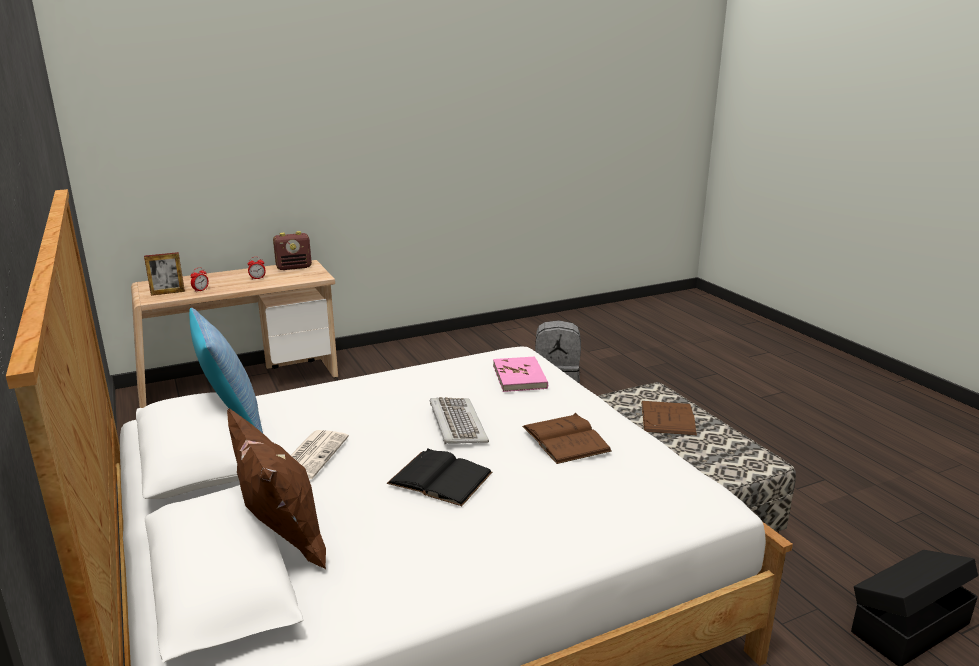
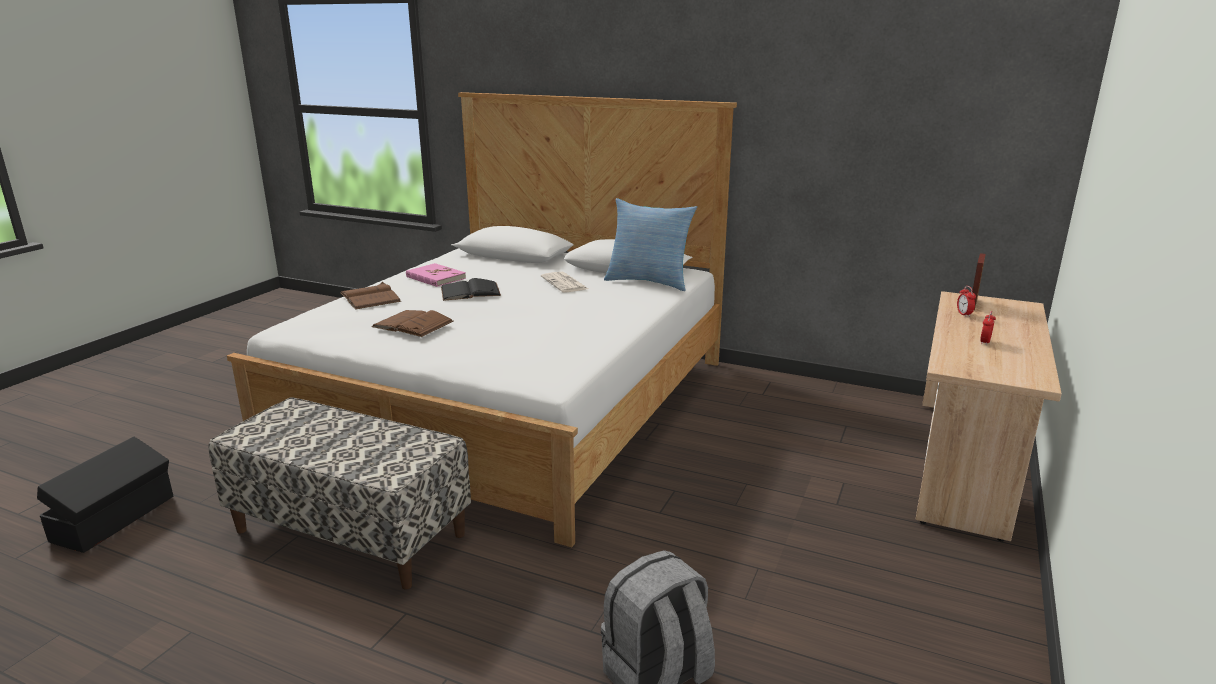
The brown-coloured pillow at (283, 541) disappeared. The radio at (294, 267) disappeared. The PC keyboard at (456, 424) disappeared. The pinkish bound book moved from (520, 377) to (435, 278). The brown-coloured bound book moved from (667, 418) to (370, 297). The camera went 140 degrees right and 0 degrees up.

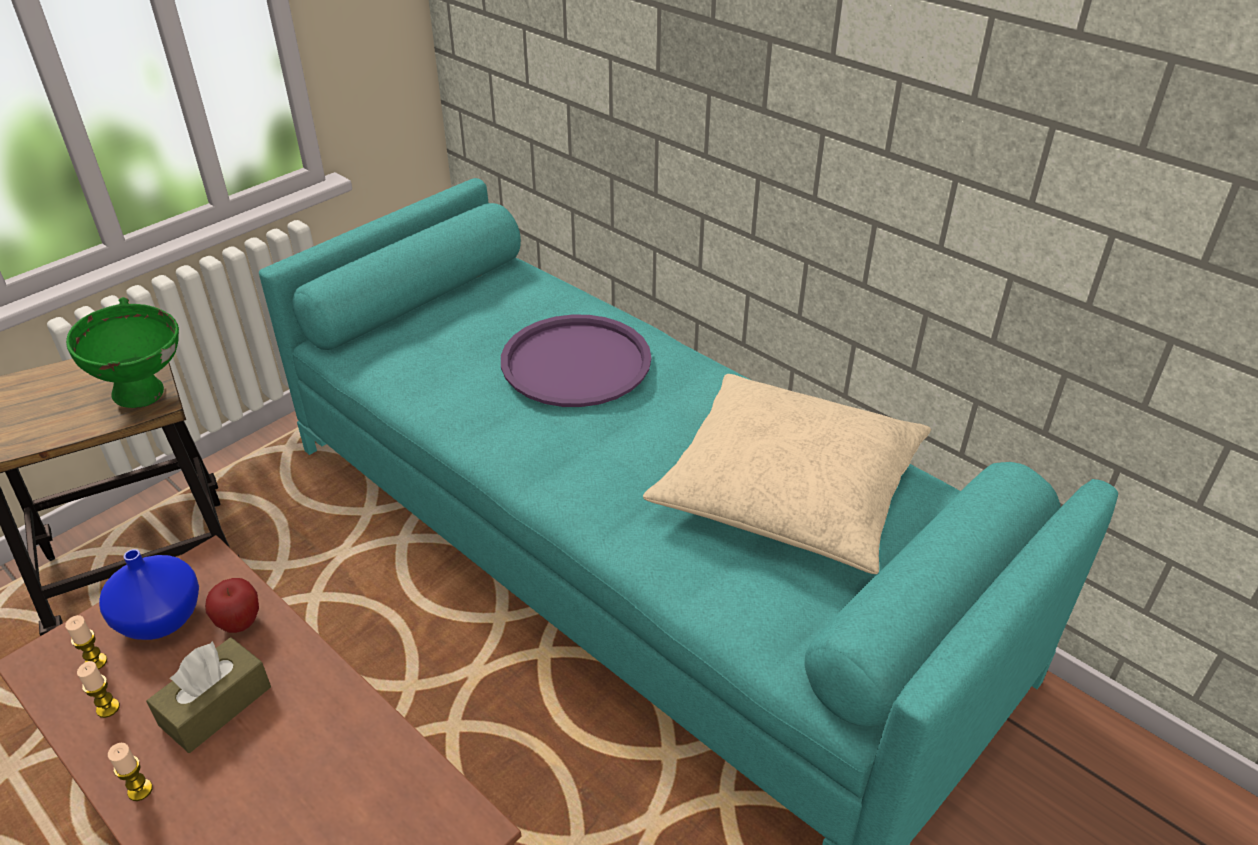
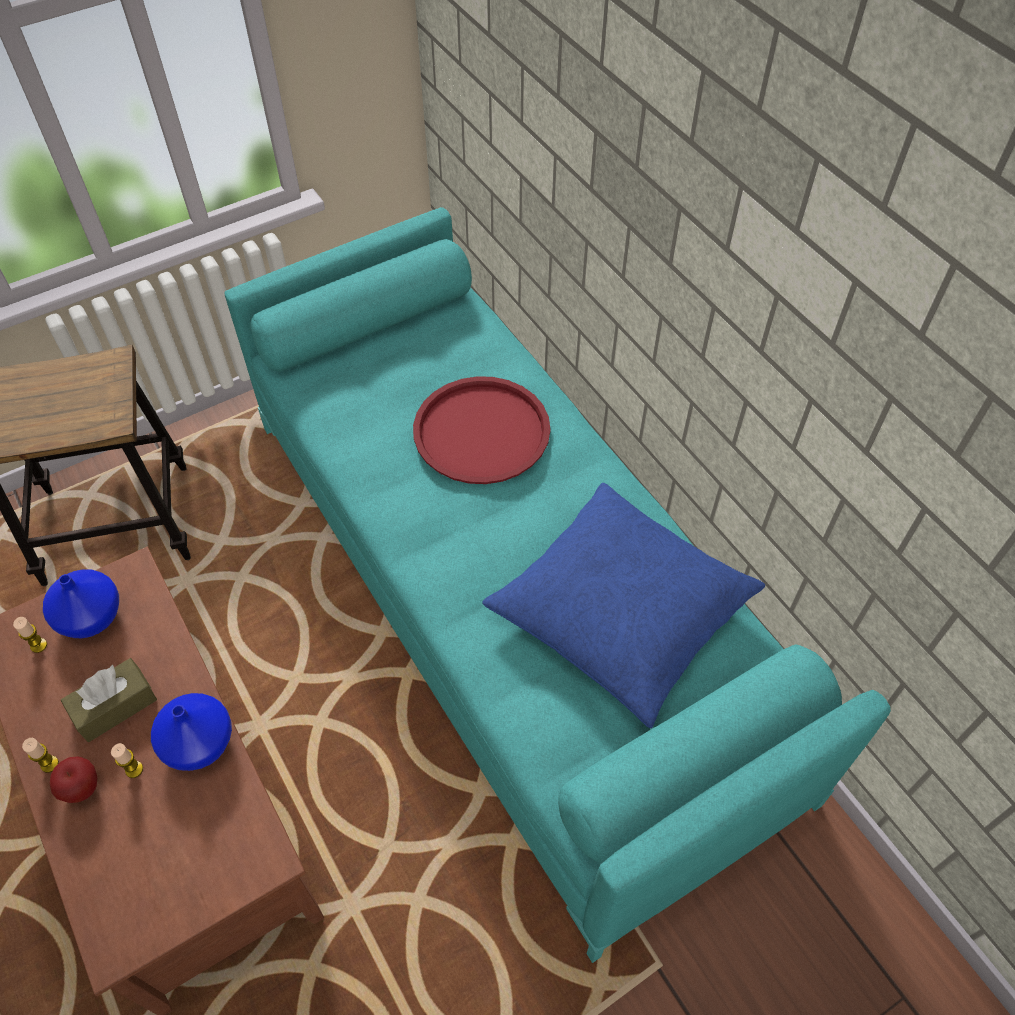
The greenish deep dish at (146, 394) disappeared. The candle moved from (108, 708) to (134, 769). The apple fruit moved from (240, 623) to (83, 789). The purple serving tray at (575, 362) became the red serving tray at (481, 431). The beige pillow at (788, 489) became the blue pillow at (621, 610). The blue decorative vase at (198, 745) appeared. The camera went 15 degrees right and 15 degrees up.

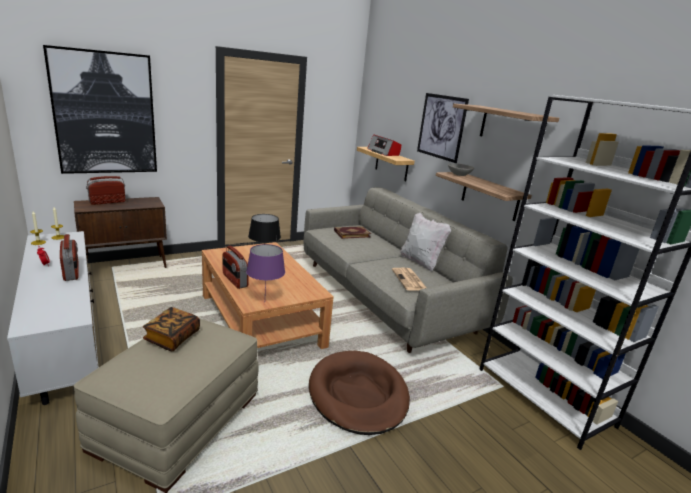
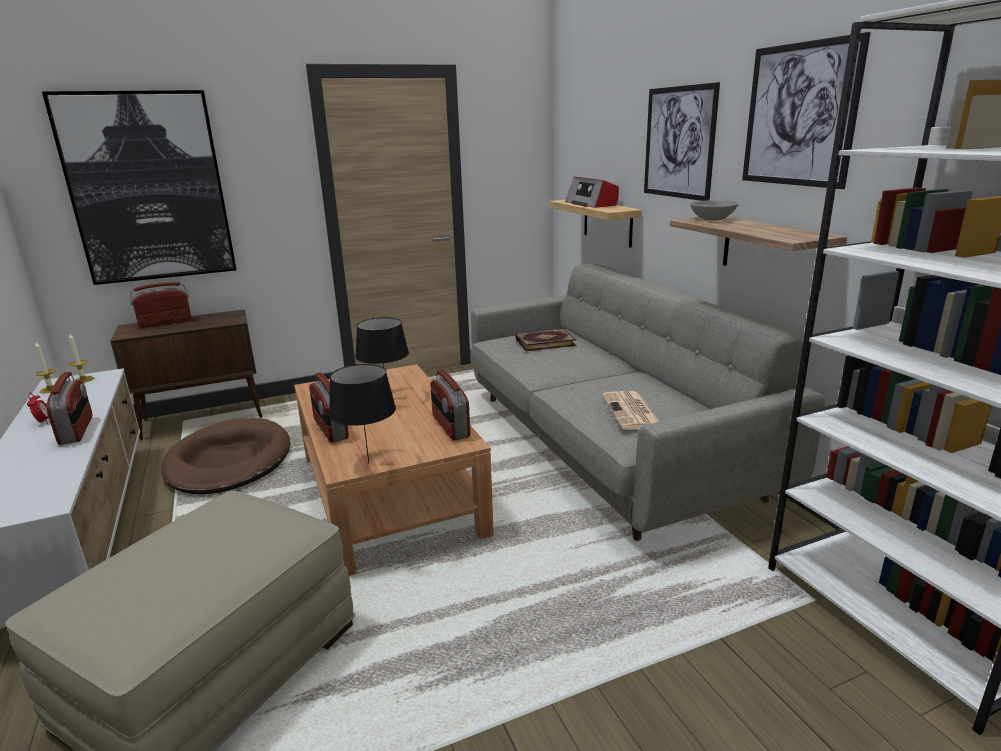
The bound book at (172, 338) disappeared. The purple table lamp at (264, 302) became the blackish table lamp at (368, 463). The brown-coloured pet bed moved from (358, 395) to (229, 461). The white pillow at (420, 262) disappeared. The wall shelf at (511, 126) was replaced by the picture at (799, 115). The radio at (450, 427) appeared. The camera went 10 degrees right and 0 degrees up.

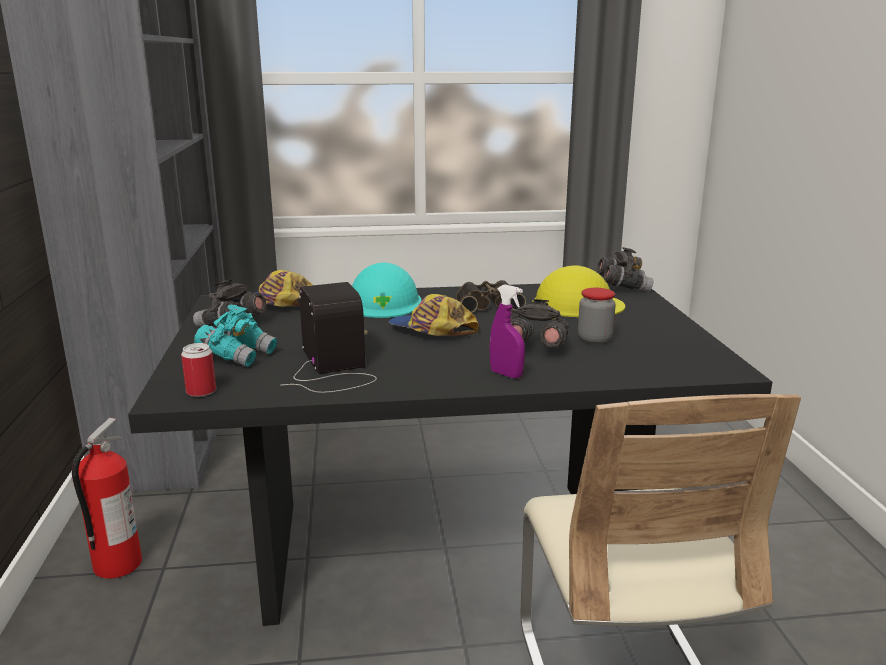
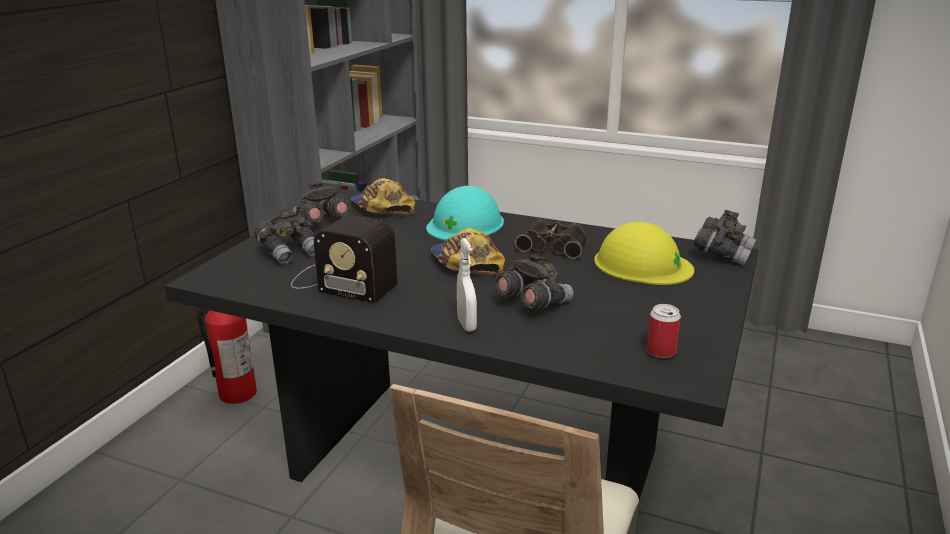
The can moved from (201, 391) to (661, 351). The blue-green binoculars at (238, 356) became the greyish binoculars at (290, 252). The radio at (333, 368) turned 105 degrees clockwise. The purple sprayer at (506, 374) became the white sprayer at (466, 325). The jar at (594, 339) disappeared. The camera went 30 degrees right and 5 degrees up.

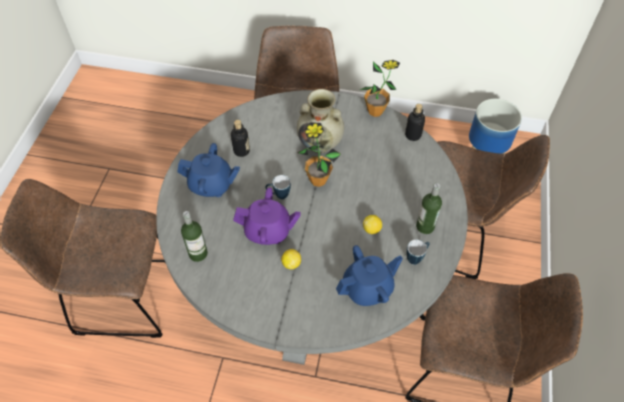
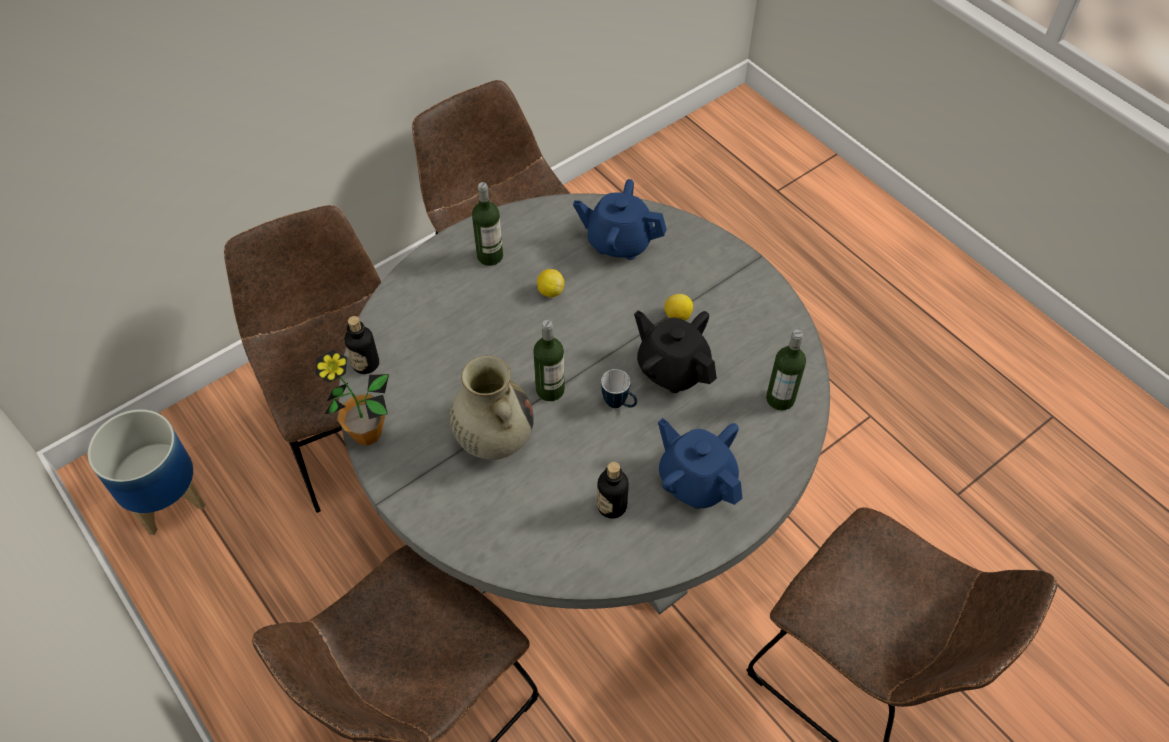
The purple teapot at (268, 231) became the blackish teapot at (672, 369). The houseplant at (318, 180) was replaced by the drink bottle at (550, 390). The coffee mug at (416, 258) disappeared. The camera went 140 degrees left and 0 degrees up.

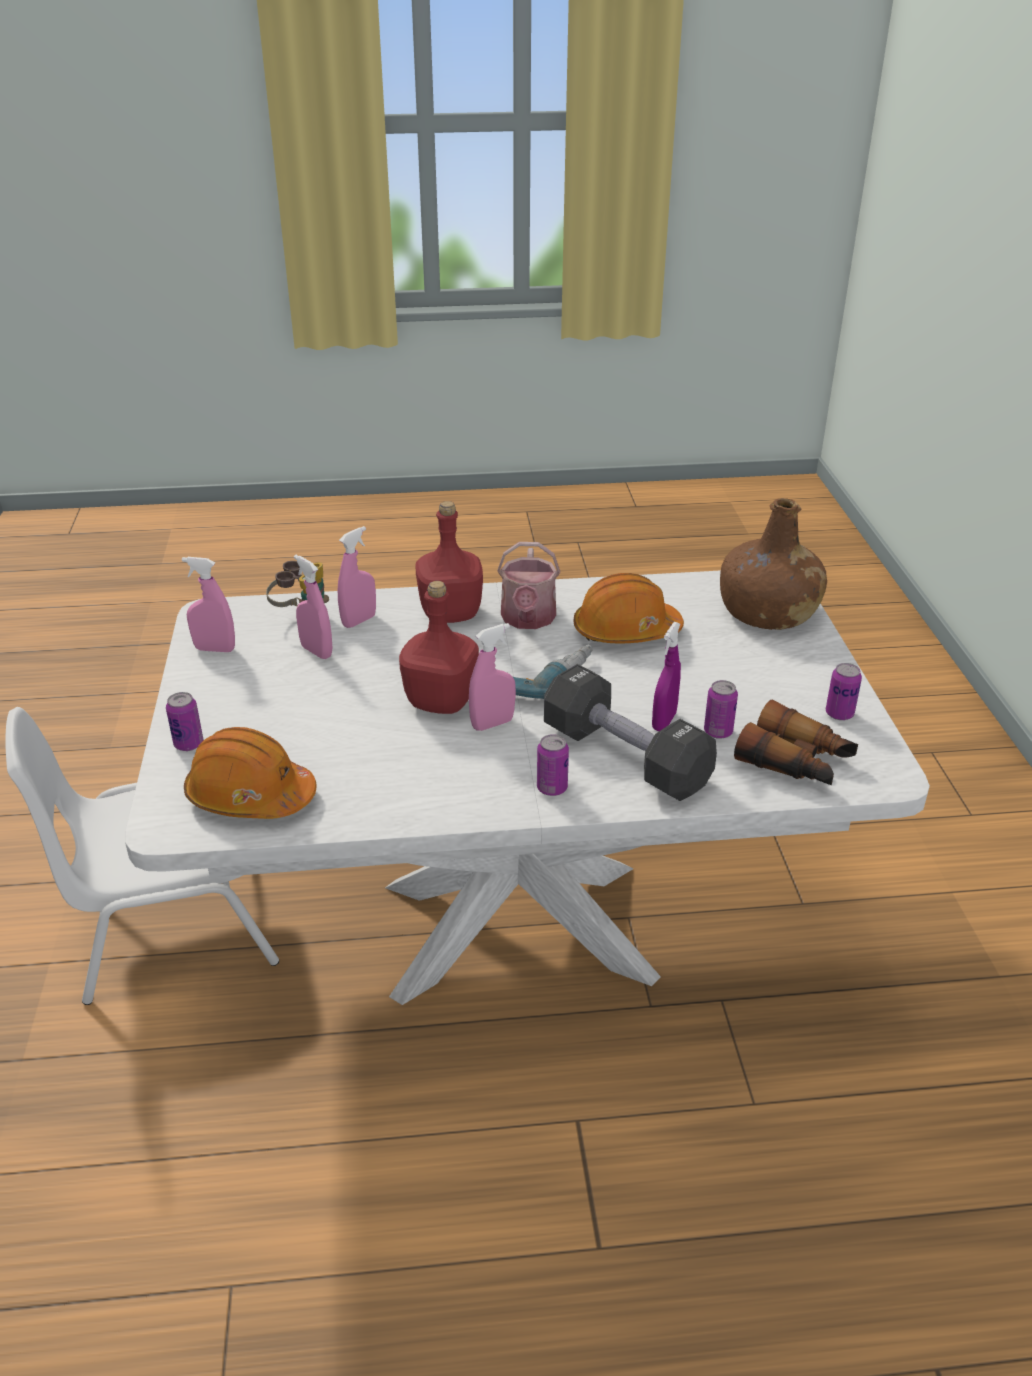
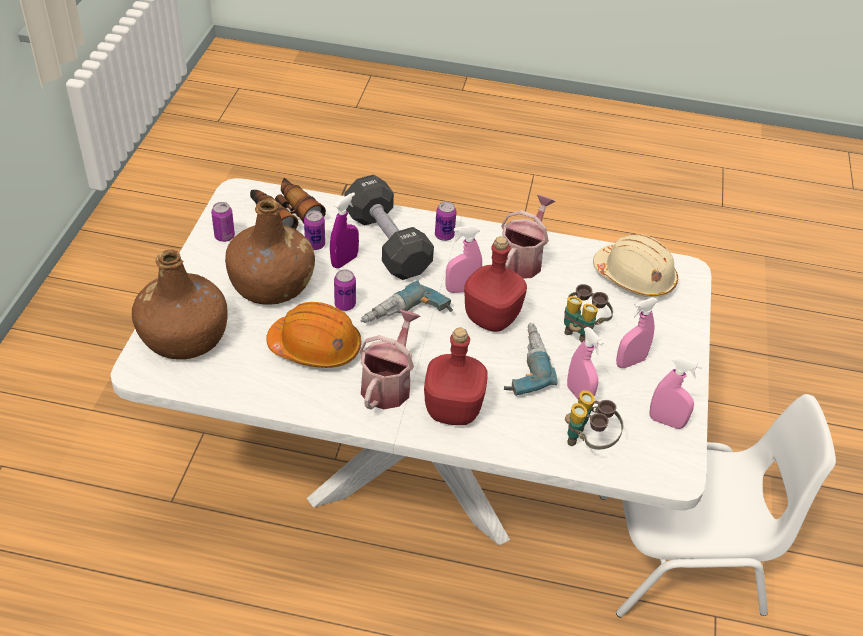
The can moved from (189, 744) to (345, 305). The orange-coloured work helmet at (250, 796) became the beige work helmet at (634, 278). The pinkish sprayer moved from (359, 621) to (630, 362). The brown-coloured drink bottle at (272, 284) appeared. The sprinkling can at (523, 259) appeared. The electric drill at (521, 365) appeared. The binoculars at (581, 330) appeared. The camera went 165 degrees left and 10 degrees up.

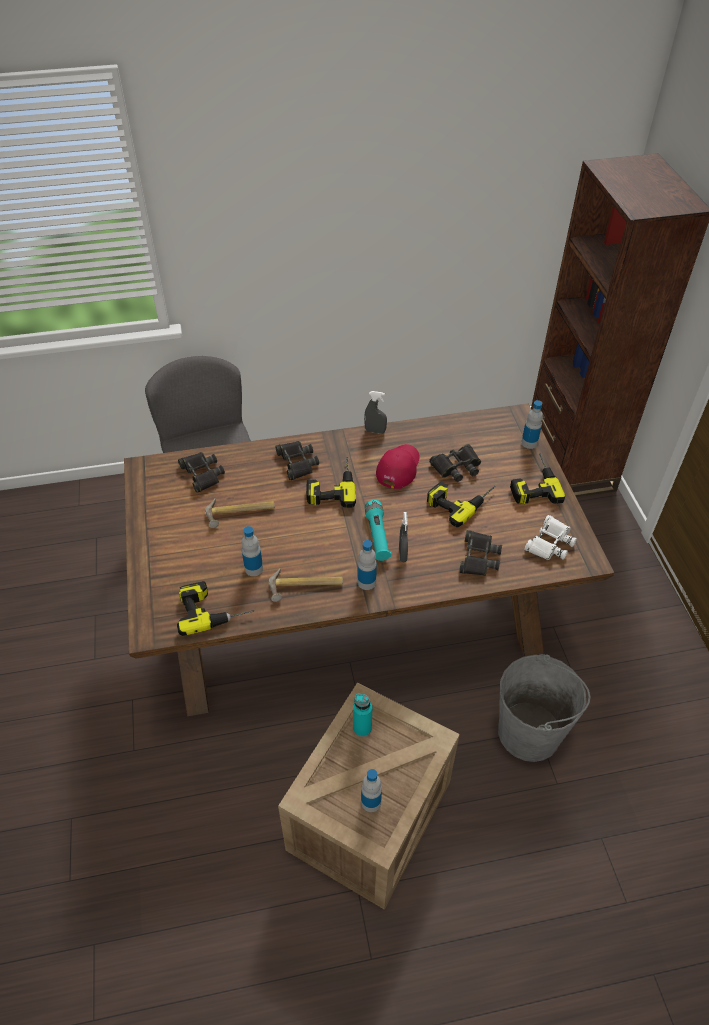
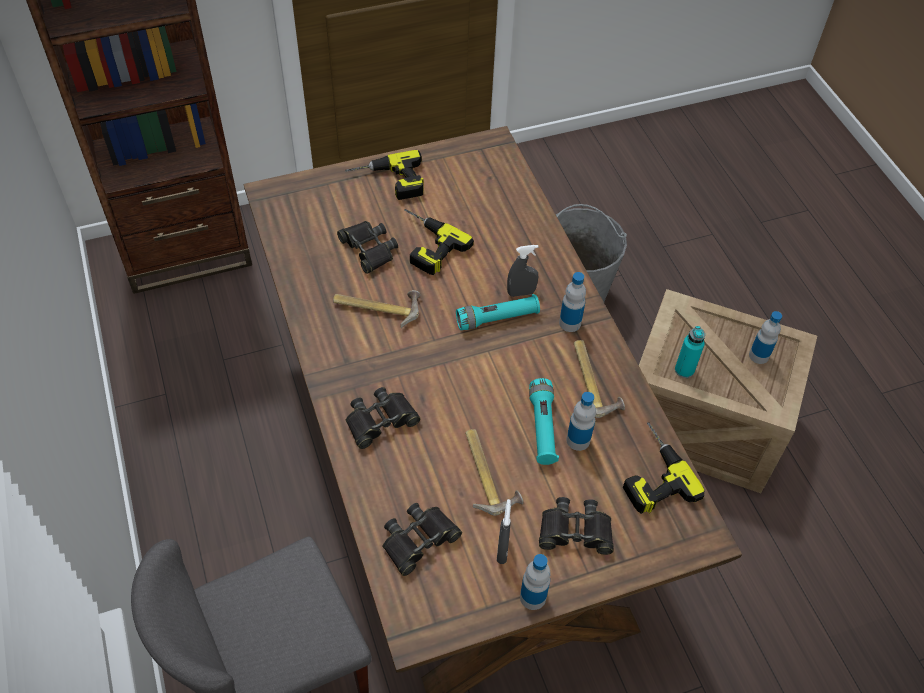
The electric drill at (331, 485) disappeared. The greyish sprayer moved from (375, 431) to (502, 550). The red baseball cap at (398, 468) was replaced by the hammer at (377, 306). The blackish binoculars moved from (478, 557) to (575, 531). The drink bottle moved from (529, 443) to (533, 597). The white binoculars at (549, 543) disappeared. The blue-green torch at (542, 427) appeared. The camera went 100 degrees left and 5 degrees up.

